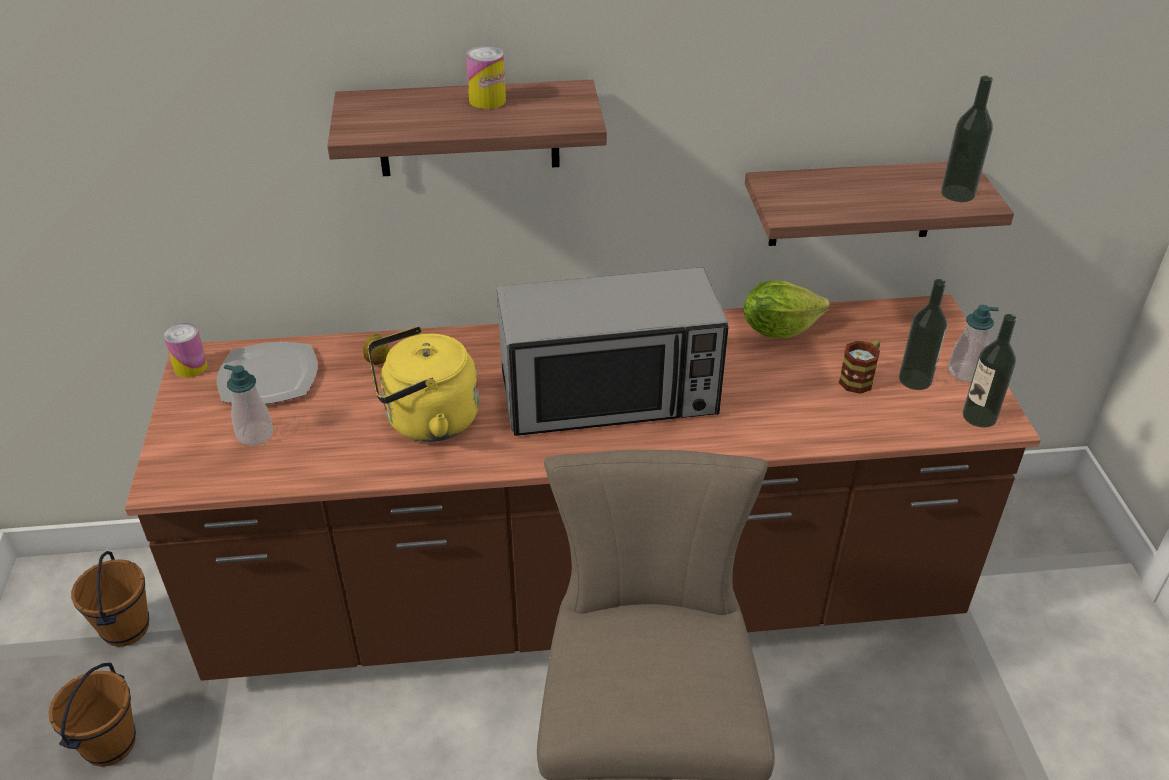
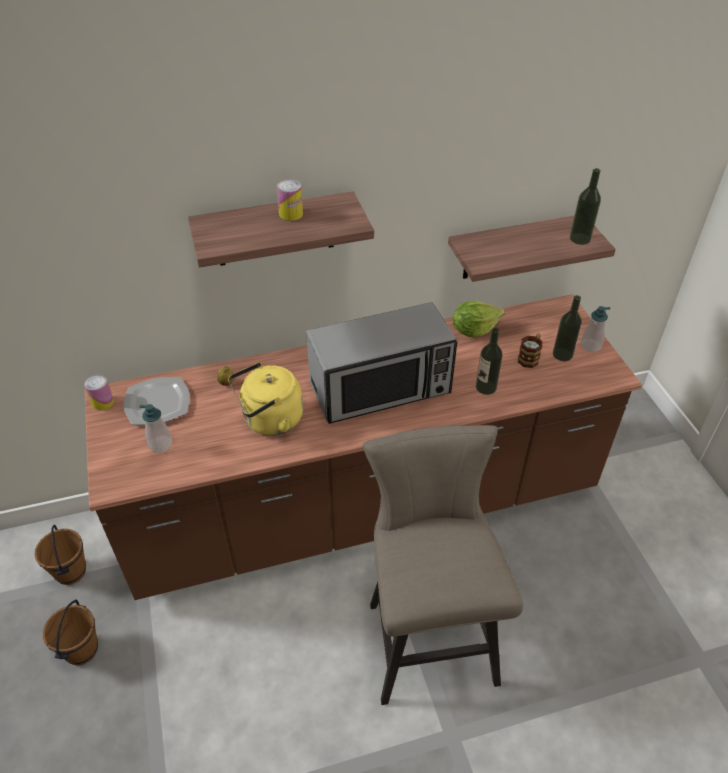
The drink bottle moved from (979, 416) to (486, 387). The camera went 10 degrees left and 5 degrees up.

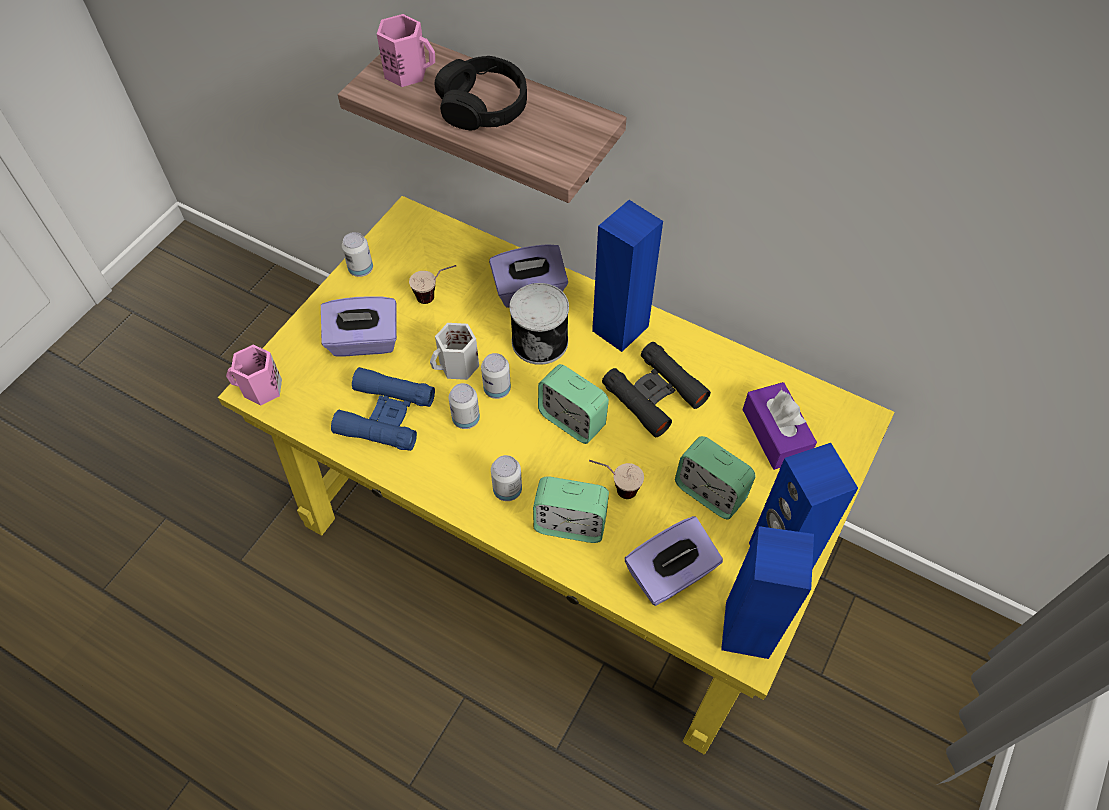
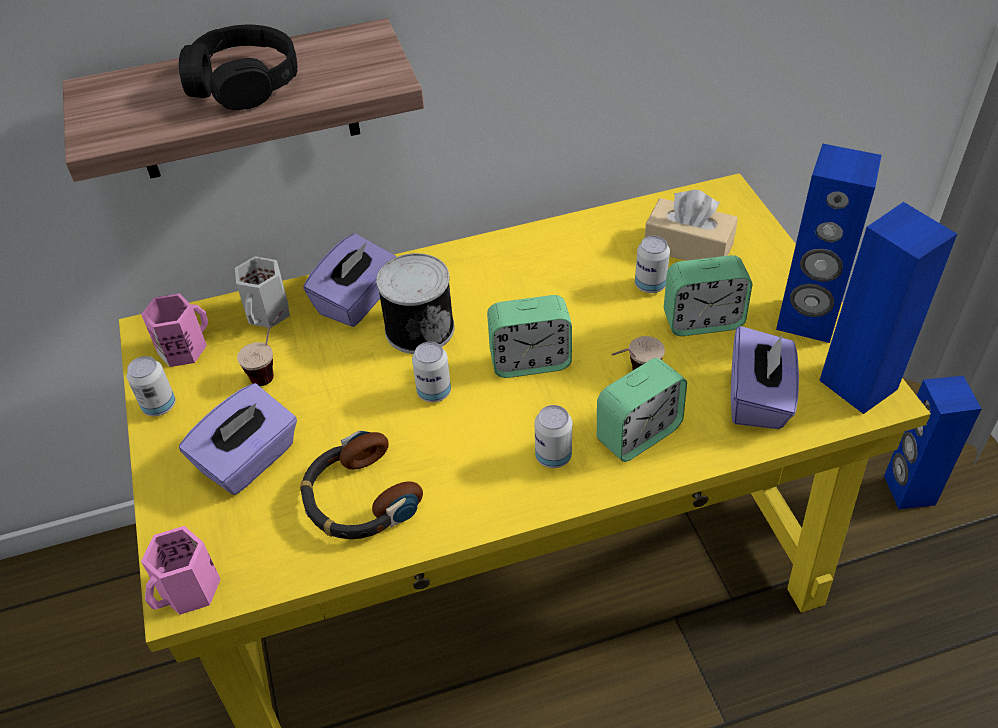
The blue binoculars at (386, 415) was replaced by the headphones at (358, 498). The pinkish coffee mug moved from (408, 71) to (183, 348). The white coffee mug moved from (458, 366) to (268, 313). The can moved from (466, 419) to (650, 285). The blue loudspeaker moved from (619, 328) to (908, 490). The blackish binoculars at (654, 394) disappeared. The purple box of tissues at (775, 433) became the beige box of tissues at (688, 247). The camera went 45 degrees left and 10 degrees down.

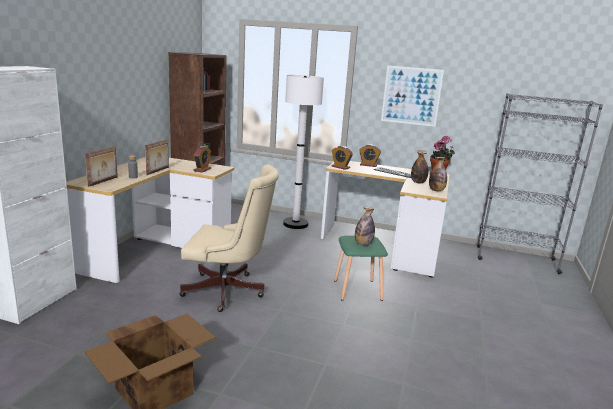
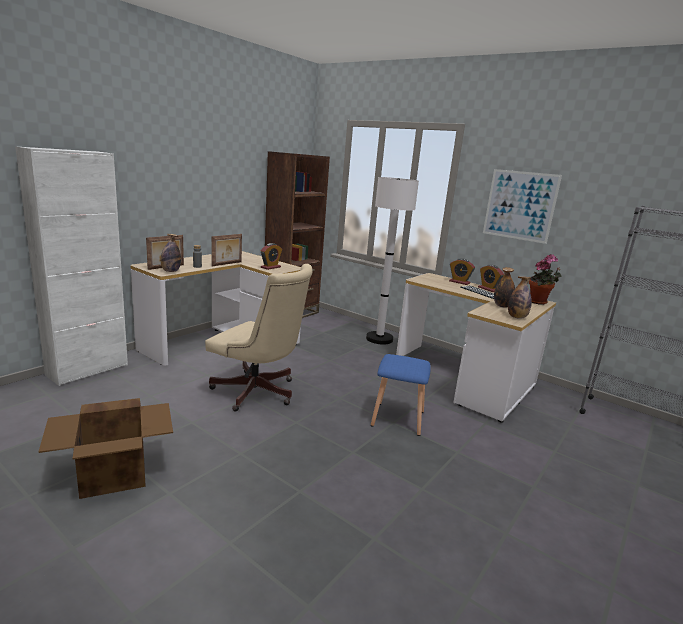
The bedside clock moved from (340, 167) to (488, 289). The greenish sitting stool at (357, 290) became the blue sitting stool at (397, 418). The drink bottle moved from (363, 244) to (171, 271). The camera went 20 degrees right and 0 degrees up.

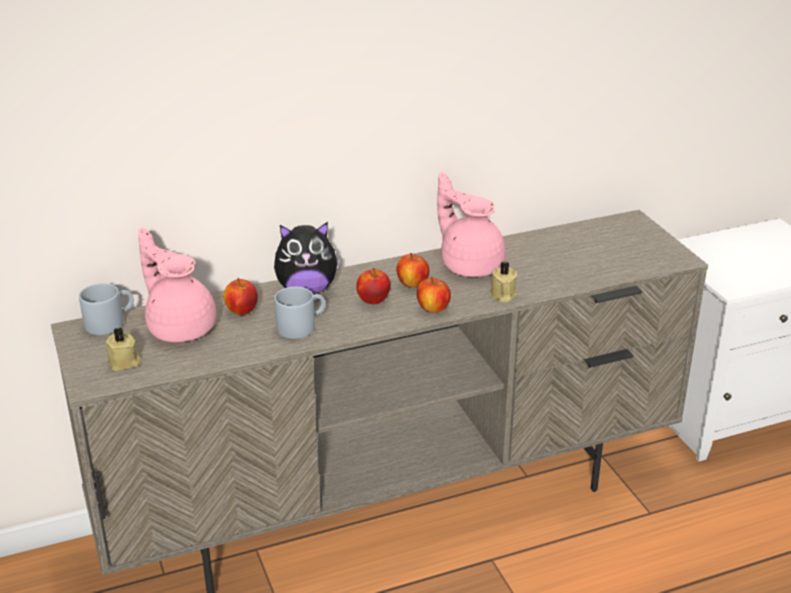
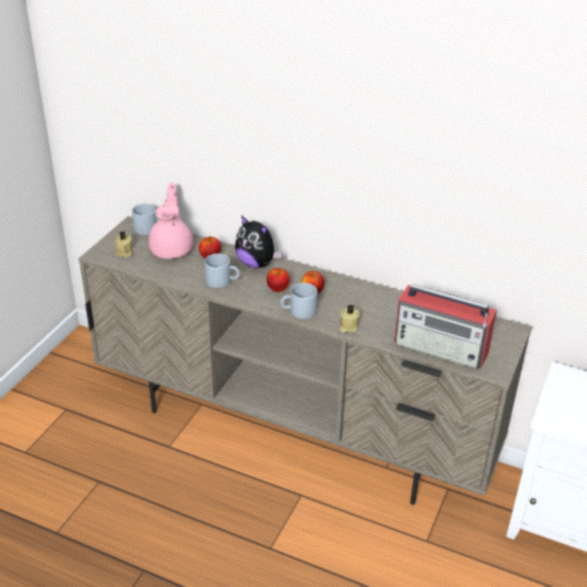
The apple fruit at (433, 309) was replaced by the greyish coffee mug at (298, 312). The pinkish teapot at (470, 264) disappeared. The radio at (442, 348) appeared. The camera went 45 degrees right and 5 degrees up.

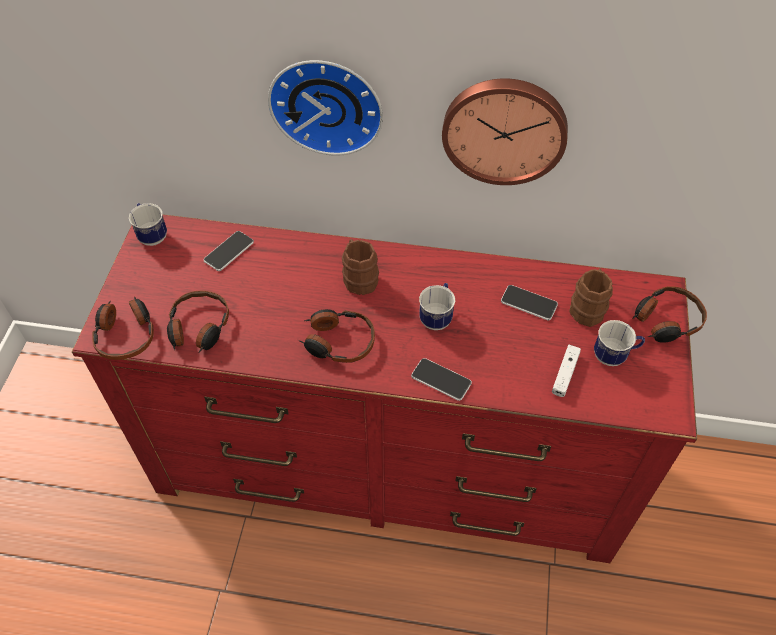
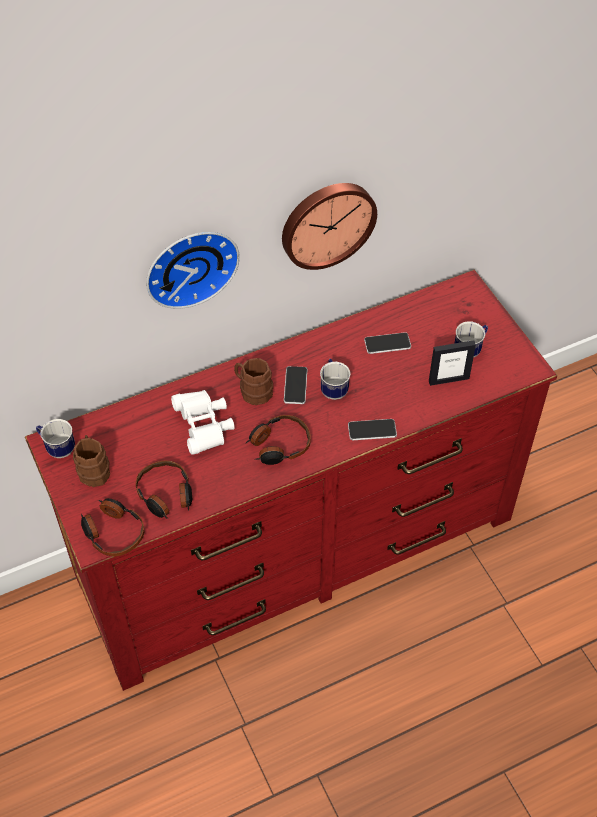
The handset moved from (229, 251) to (295, 386). The white joypad at (565, 374) was replaced by the standing frame at (448, 379). The brown-coloured coffee mug moved from (588, 307) to (93, 469). The headphones at (666, 321) disappeared. The white binoculars at (204, 427) appeared. The camera went 35 degrees left and 0 degrees up.

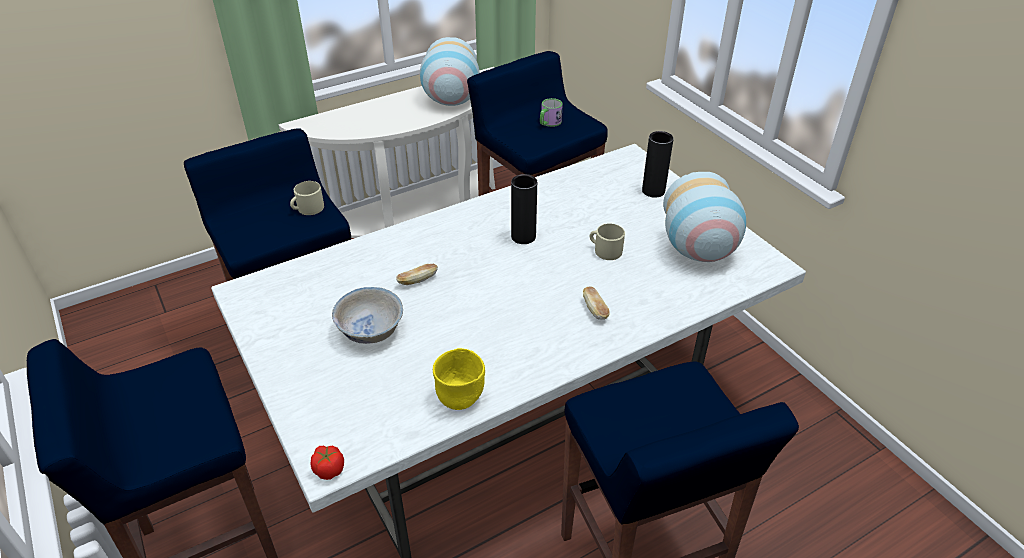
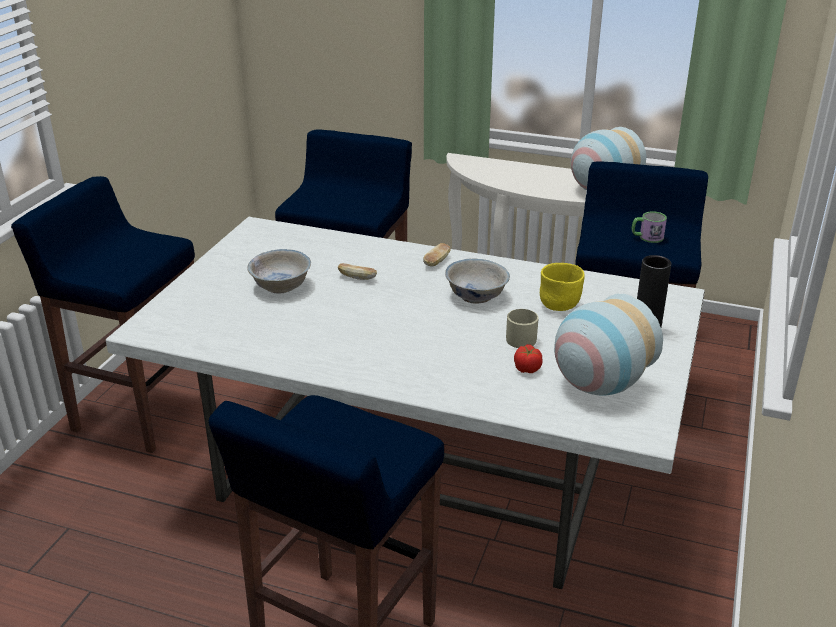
The beige coffee mug at (307, 209) disappeared. The whole tomato moved from (329, 469) to (527, 368). The yellowish deep dish moved from (461, 397) to (560, 306). The blackish decorative vase at (523, 237) was replaced by the white deep dish at (476, 295). The bakery bread moved from (595, 309) to (437, 262). The camera went 50 degrees right and 10 degrees down.

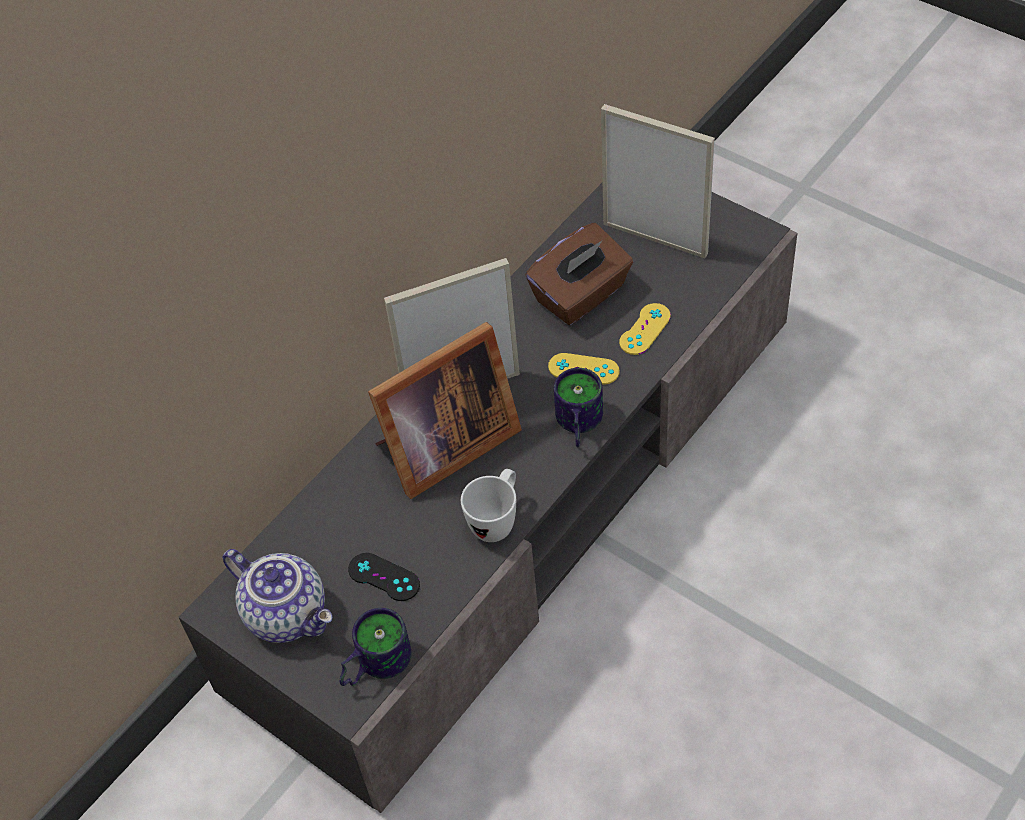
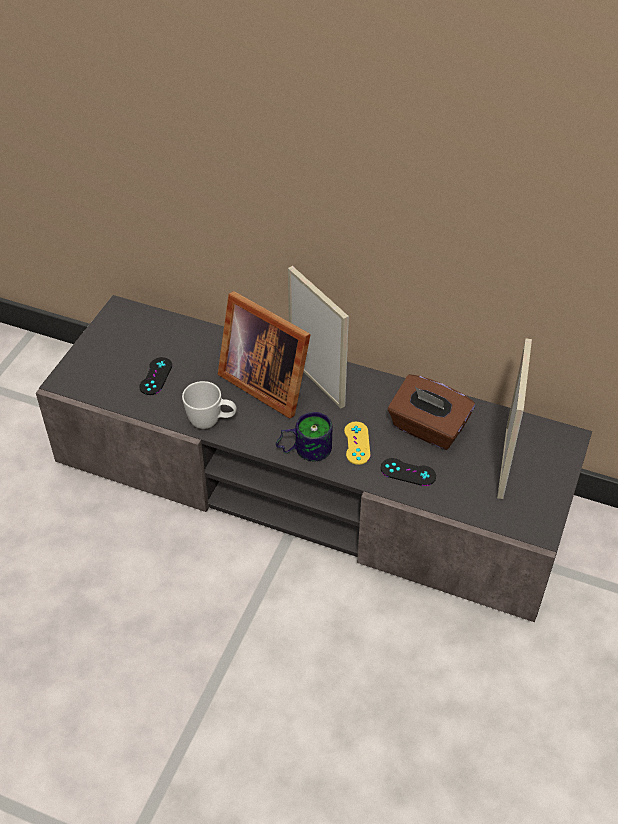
The teapot at (289, 613) disappeared. The coffee mug at (373, 663) disappeared. The yellowish joypad at (645, 329) became the blackish joypad at (408, 472). The camera went 70 degrees right and 5 degrees down.

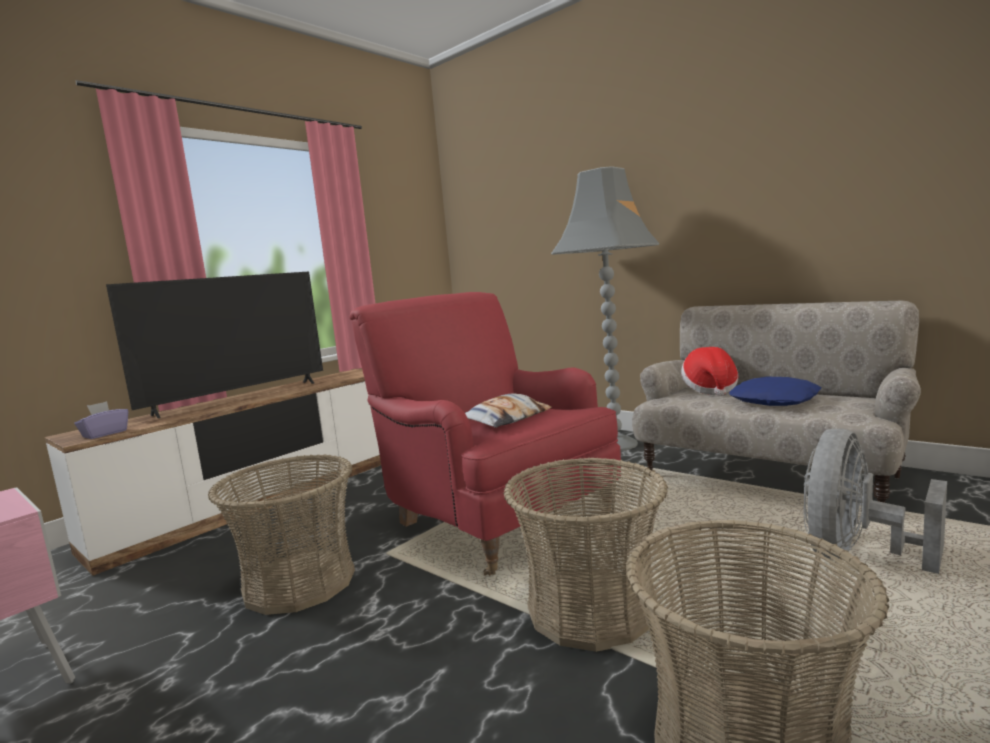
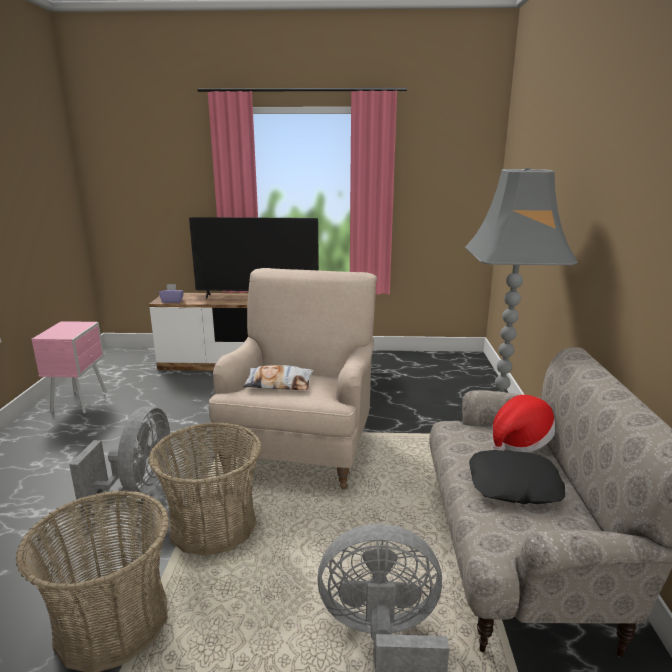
The household basket at (299, 582) disappeared. The red armchair at (497, 519) became the beige armchair at (300, 447). The blue pillow at (775, 401) became the blackish pillow at (514, 486). The greyish cooling fan at (138, 487) appeared. The camera went 50 degrees right and 10 degrees up.

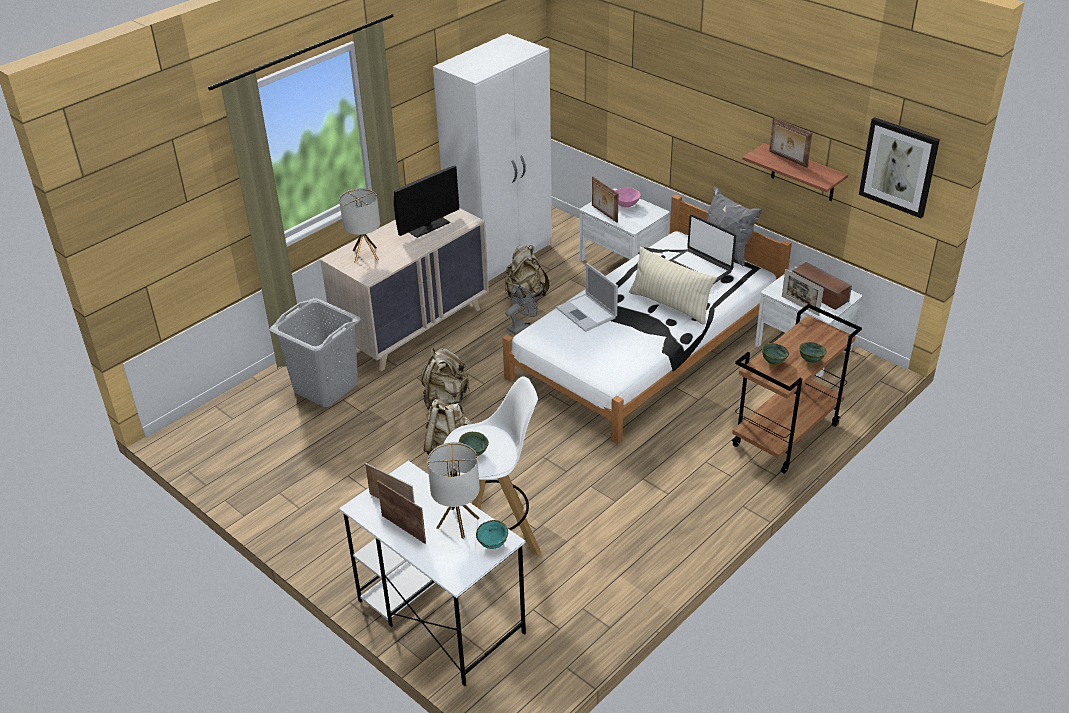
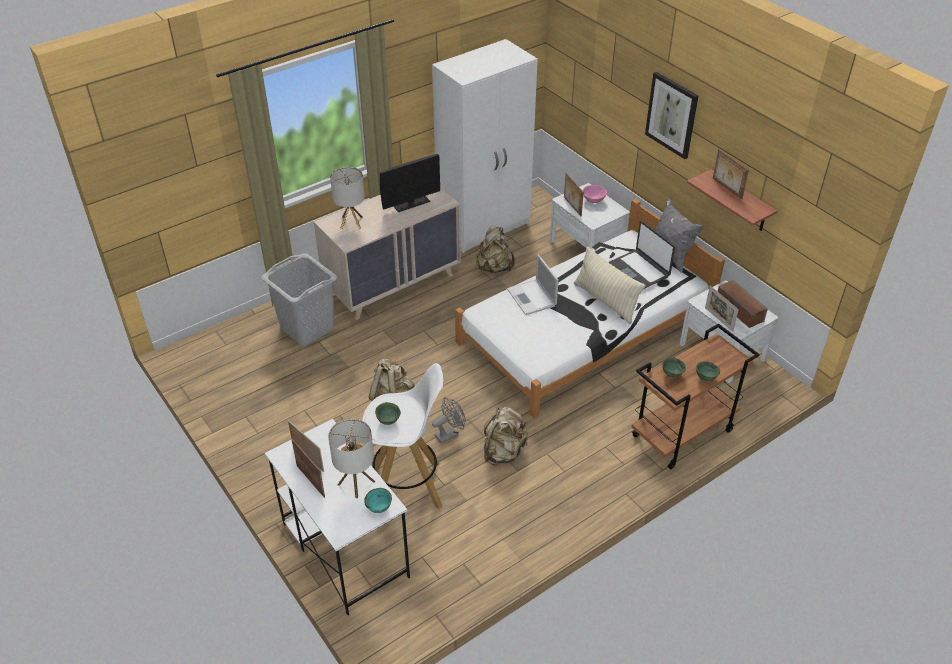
The beige backpack moved from (445, 401) to (503, 452). The greyish cooling fan moved from (521, 326) to (450, 434). The picture moved from (899, 167) to (672, 115). The camera went 10 degrees right and 5 degrees up.

